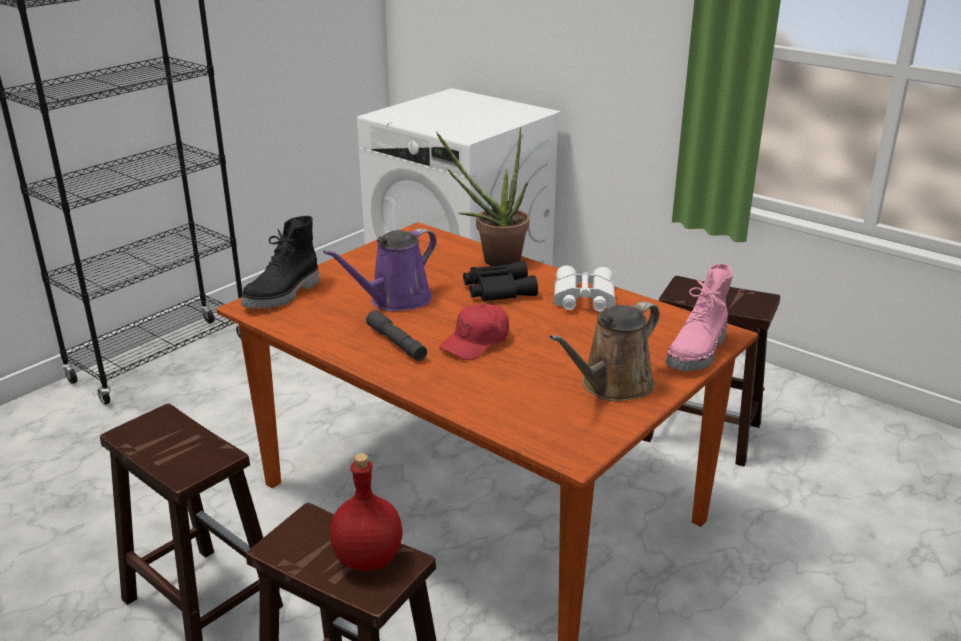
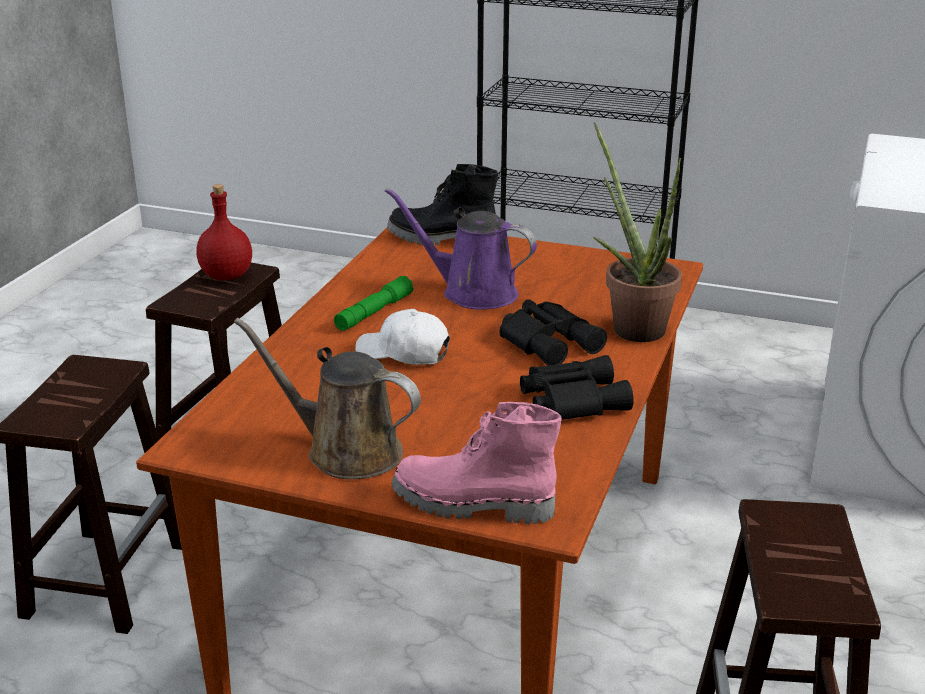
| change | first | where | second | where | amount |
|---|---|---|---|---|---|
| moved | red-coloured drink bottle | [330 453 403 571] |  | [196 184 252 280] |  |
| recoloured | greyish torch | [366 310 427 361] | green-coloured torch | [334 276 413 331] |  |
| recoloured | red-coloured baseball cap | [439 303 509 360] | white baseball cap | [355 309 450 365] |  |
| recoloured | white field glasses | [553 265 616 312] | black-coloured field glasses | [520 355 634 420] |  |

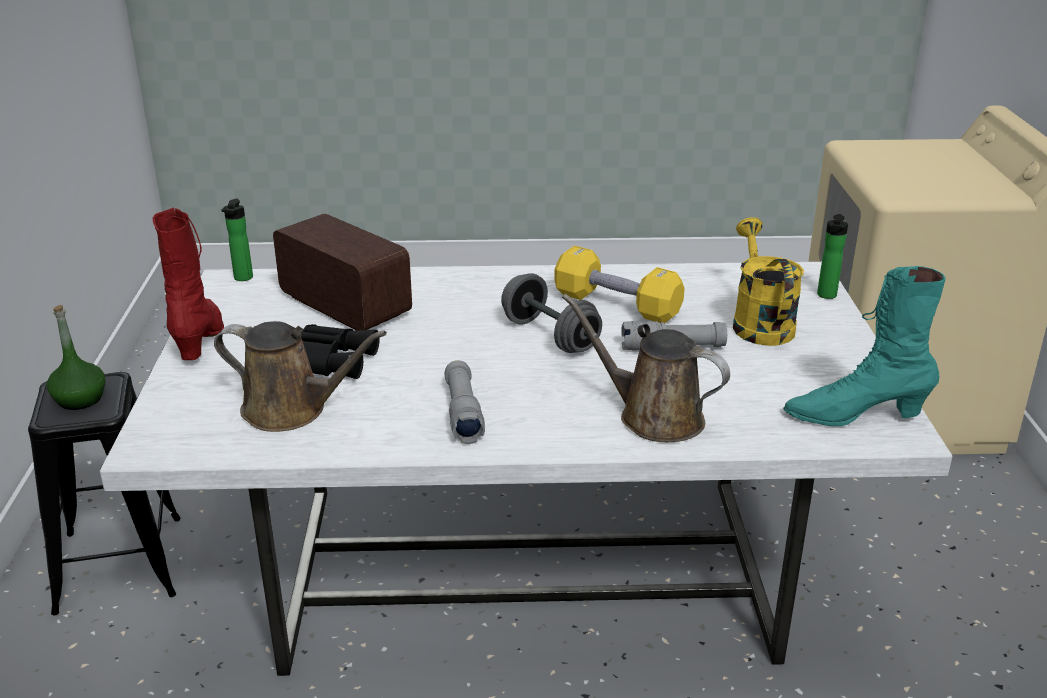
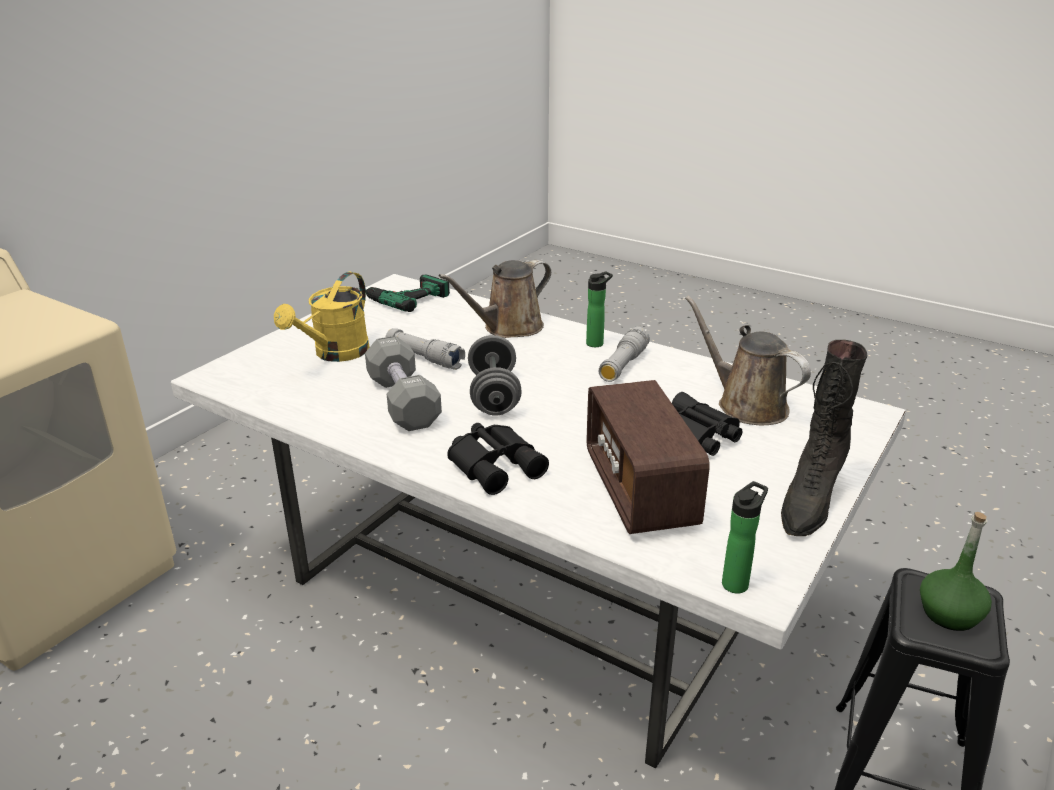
| change | first | where | second | where | amount |
|---|---|---|---|---|---|
| recoloured | red-coloured tall boot | [152 207 224 360] | black-coloured tall boot | [781 340 867 536] |  |
| recoloured | yellow-coloured free weight | [554 246 685 324] | greyish free weight | [365 336 442 431] |  |
| turned | brown watering can | [562 294 730 442] |  | [438 260 551 338] | 75 degrees clockwise |
| replaced | turquoise tall boot | [783 266 946 426] | drill | [357 274 450 312] |  |
| moved | drink bottle | [817 214 848 299] |  | [586 271 613 347] |  |
| added |  |  | black-coloured field glasses | [447 423 549 495] |  |

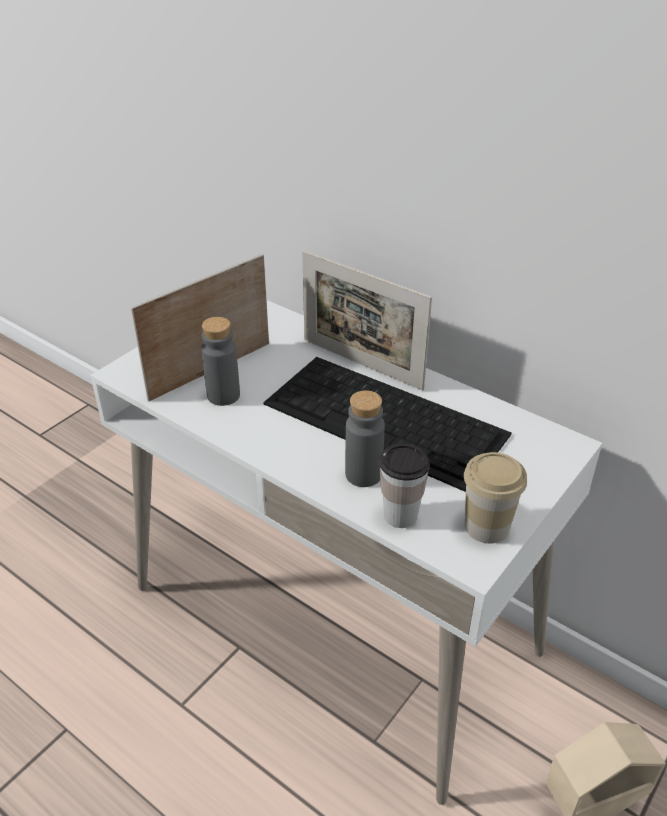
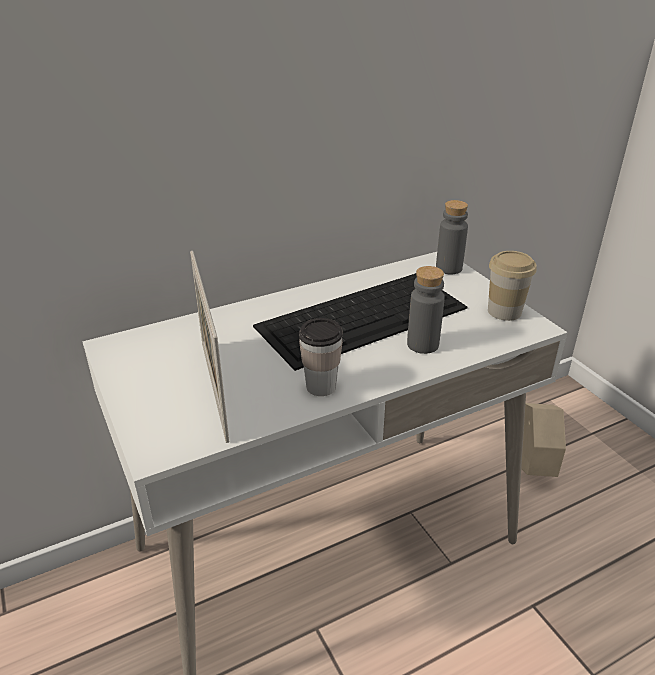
| change | first | where | second | where | amount |
|---|---|---|---|---|---|
| moved | greyish drink bottle | [201 317 240 406] |  | [436 200 468 275] |  |
| removed | standing frame | [302 250 432 391] |  |  |  |
| moved | drinking cup | [379 443 430 528] |  | [299 318 343 396] |  |

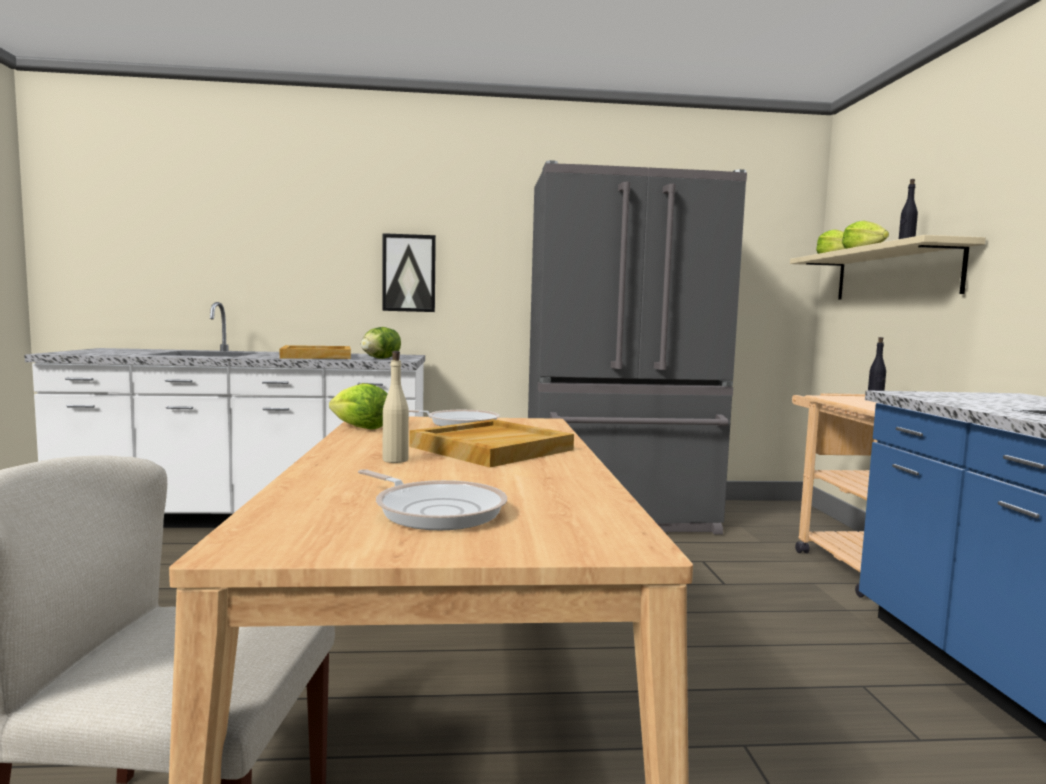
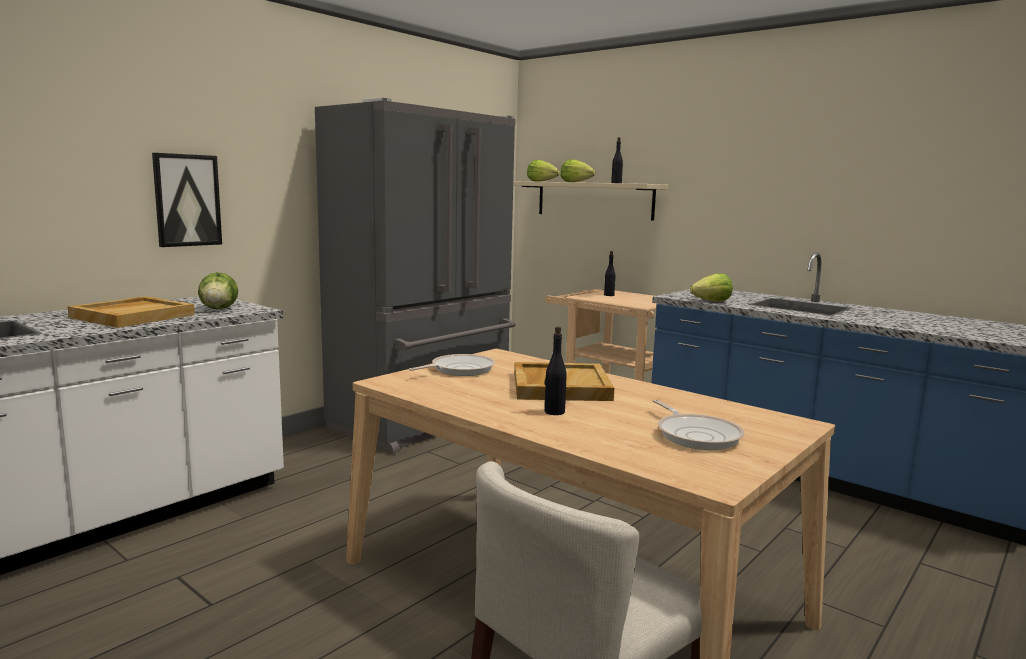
| change | first | where | second | where | amount |
|---|---|---|---|---|---|
| moved | head of lettuce | [329 383 388 430] |  | [690 273 733 301] |  |
| turned | frying pan | [358 469 507 530] |  | [653 400 745 450] | 75 degrees clockwise |
| recoloured | sand-coloured drink bottle | [383 351 409 463] | black-coloured drink bottle | [545 327 567 415] |  |

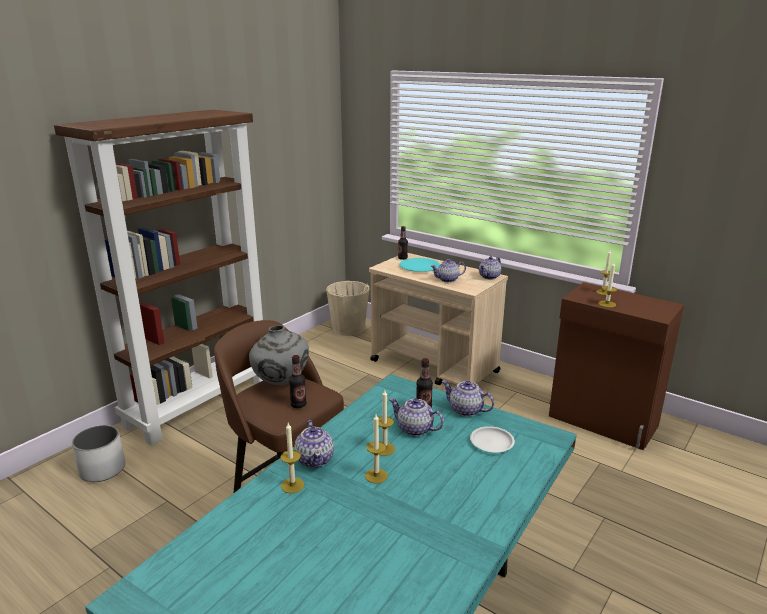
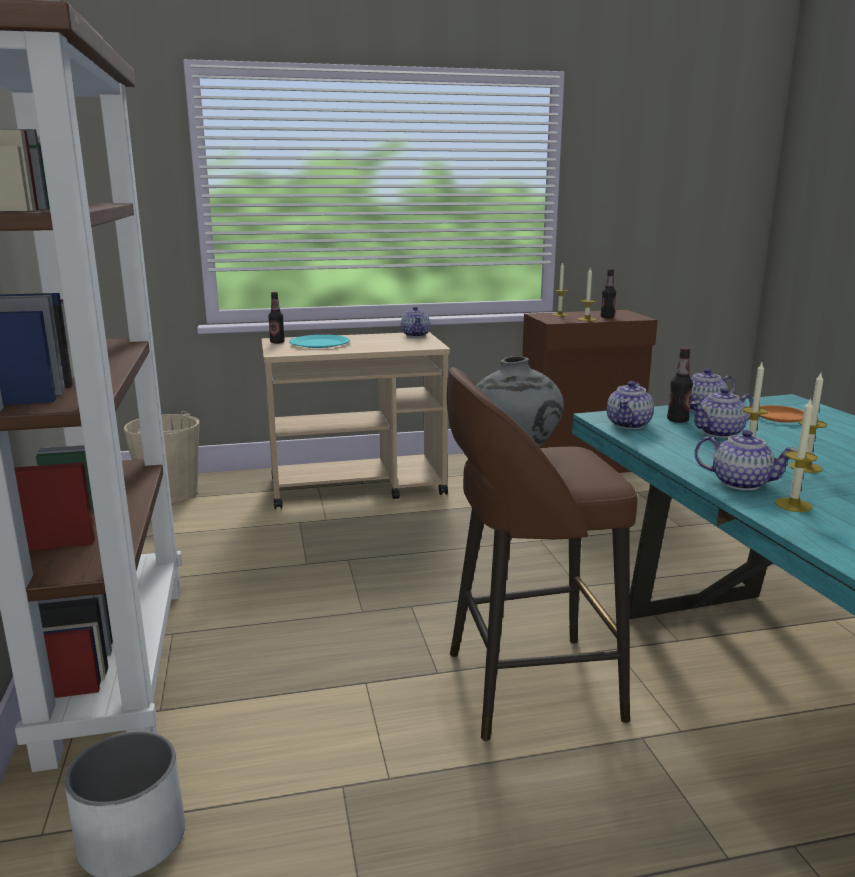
| change | first | where | second | where | amount |
|---|---|---|---|---|---|
| moved | drink bottle | [289 355 306 408] |  | [601 269 616 318] |  |
| moved | tea pot | [431 259 466 282] |  | [607 381 654 429] |  |
| recoloured | white dinner plate | [470 426 515 452] | orange-coloured dinner plate | [759 405 804 423] |  |

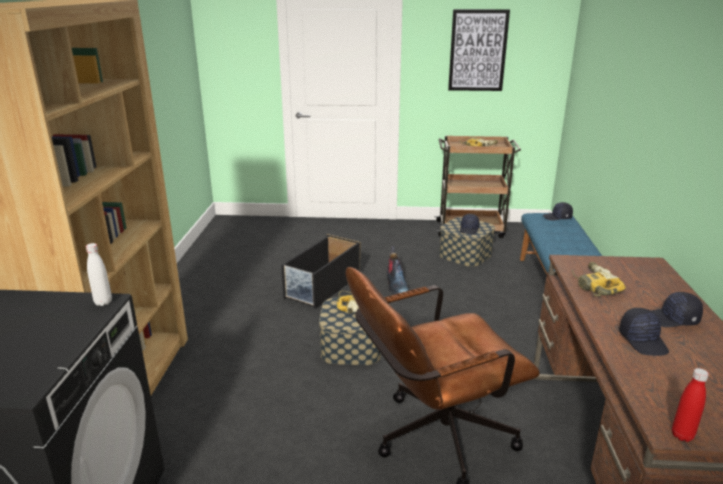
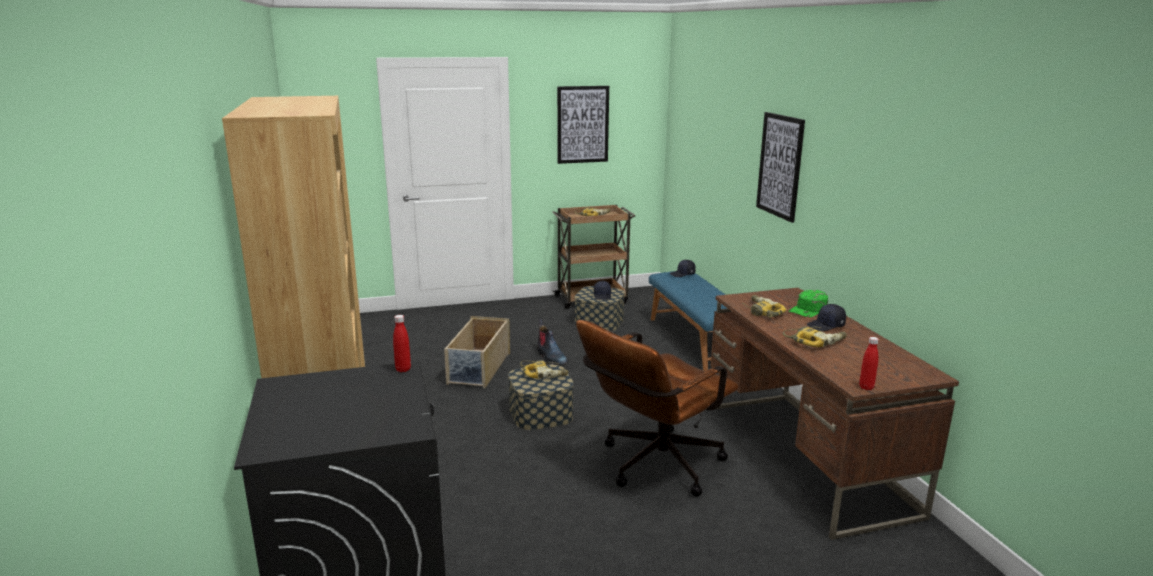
| change | first | where | second | where | amount |
|---|---|---|---|---|---|
| recoloured | white drink bottle | [86 243 112 306] | red-coloured drink bottle | [393 315 411 372] |  |
| recoloured | black-coloured storage box | [281 234 361 309] | sand-coloured storage box | [444 316 510 388] |  |
| replaced | black-coloured baseball cap | [619 308 669 356] | drill | [783 326 847 347] |  |
| added |  |  | wall art | [756 112 805 223] |  |
| added |  |  | green-coloured baseball cap | [789 290 828 317] |  |

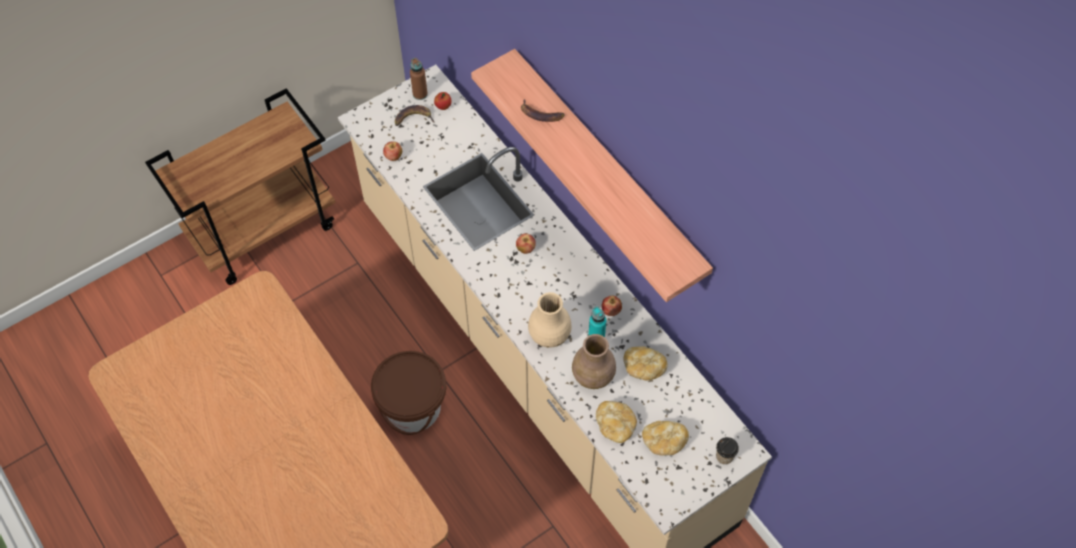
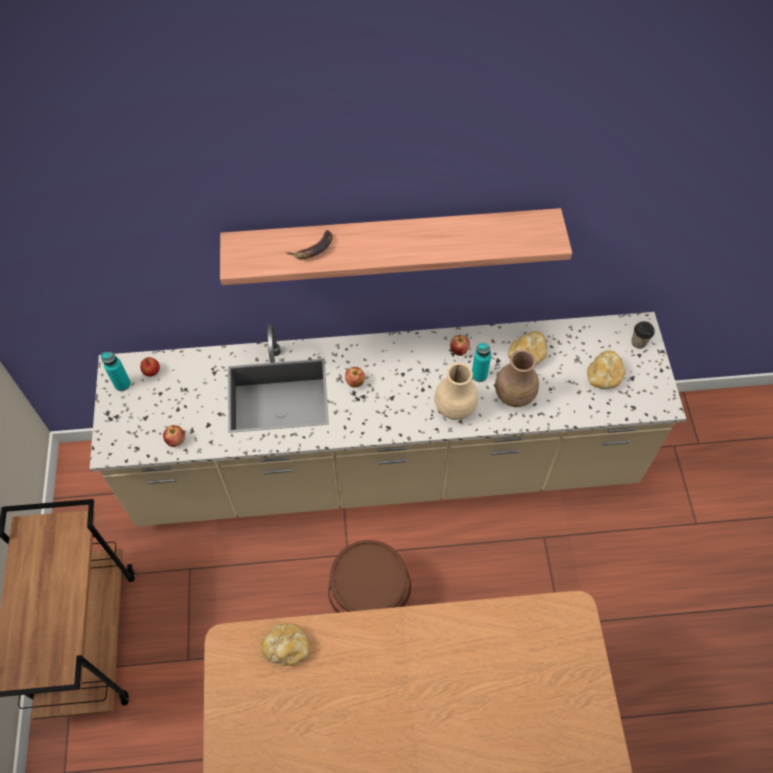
| change | first | where | second | where | amount |
|---|---|---|---|---|---|
| removed | whole banana | [395 105 435 126] |  |  |  |
| recoloured | brown drink bottle | [410 58 428 100] | turquoise drink bottle | [101 352 131 391] |  |
| moved | bakery bread | [596 401 637 443] |  | [260 623 310 666] |  |

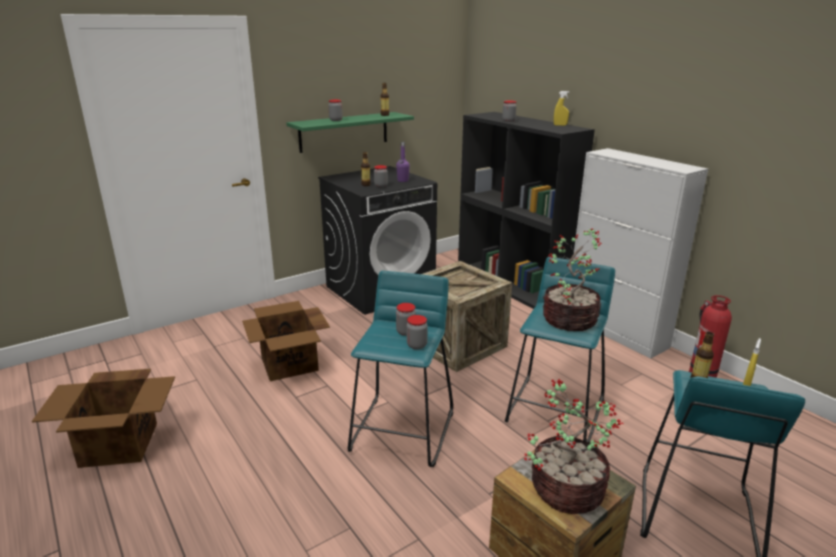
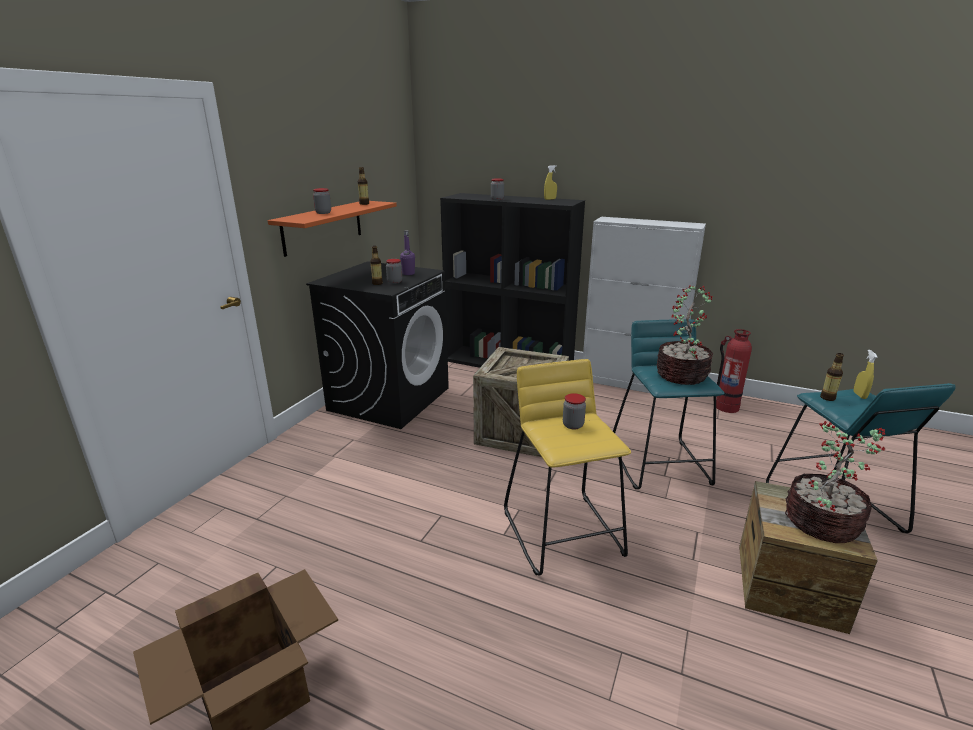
| change | first | where | second | where | amount |
|---|---|---|---|---|---|
| removed | carton | [242 301 330 381] |  |  |  |
| recoloured | green-coloured shelf | [286 112 414 153] | orange-coloured shelf | [268 201 397 257] |  |
| recoloured | turquoise stool | [348 271 453 467] | yellow-coloured stool | [504 359 631 576] |  |
| removed | jar | [407 315 428 349] |  |  |  |

